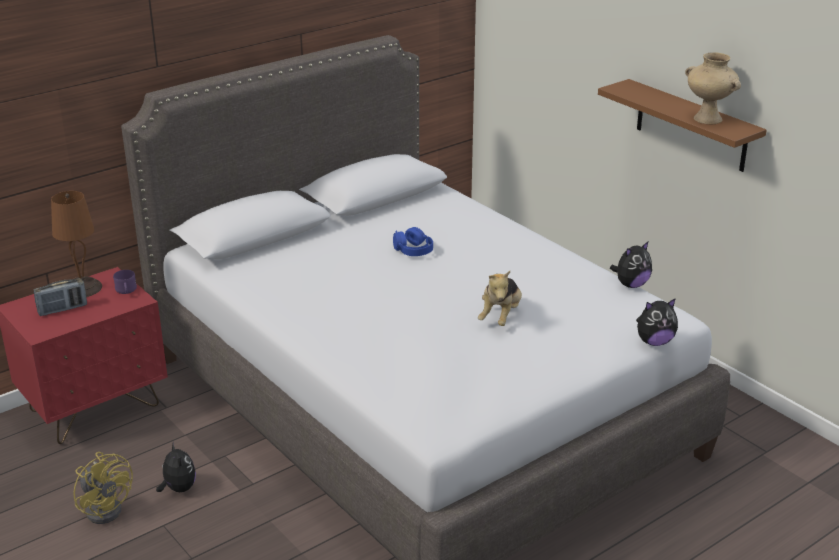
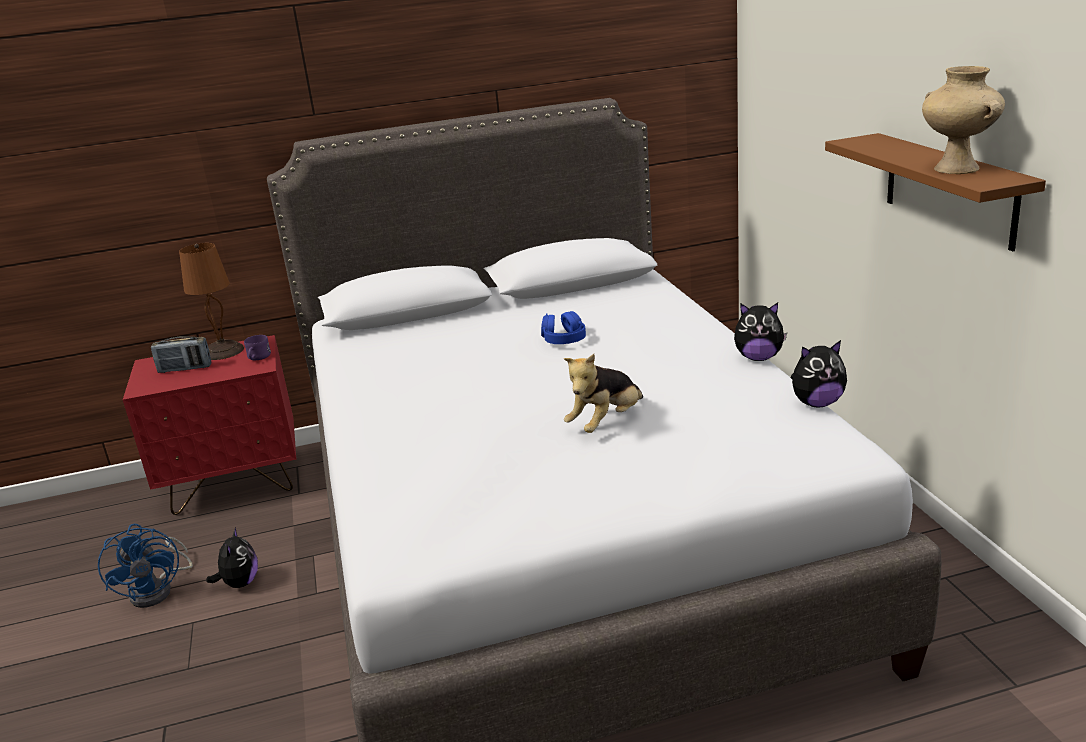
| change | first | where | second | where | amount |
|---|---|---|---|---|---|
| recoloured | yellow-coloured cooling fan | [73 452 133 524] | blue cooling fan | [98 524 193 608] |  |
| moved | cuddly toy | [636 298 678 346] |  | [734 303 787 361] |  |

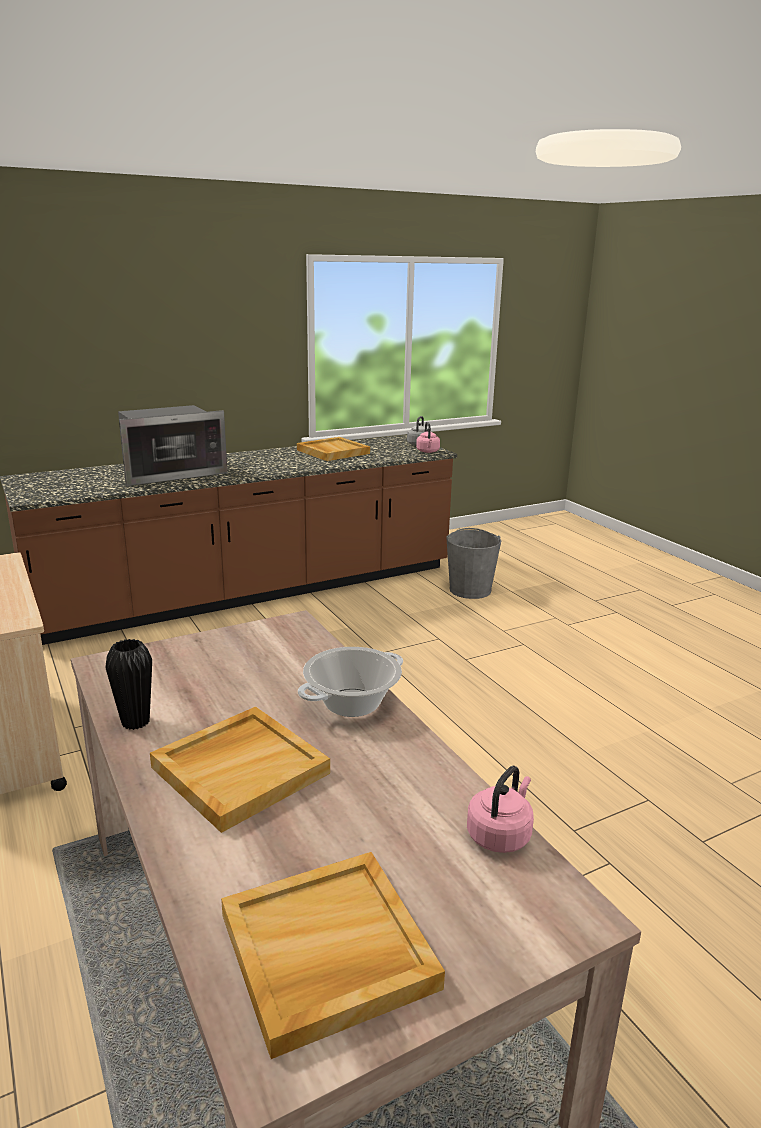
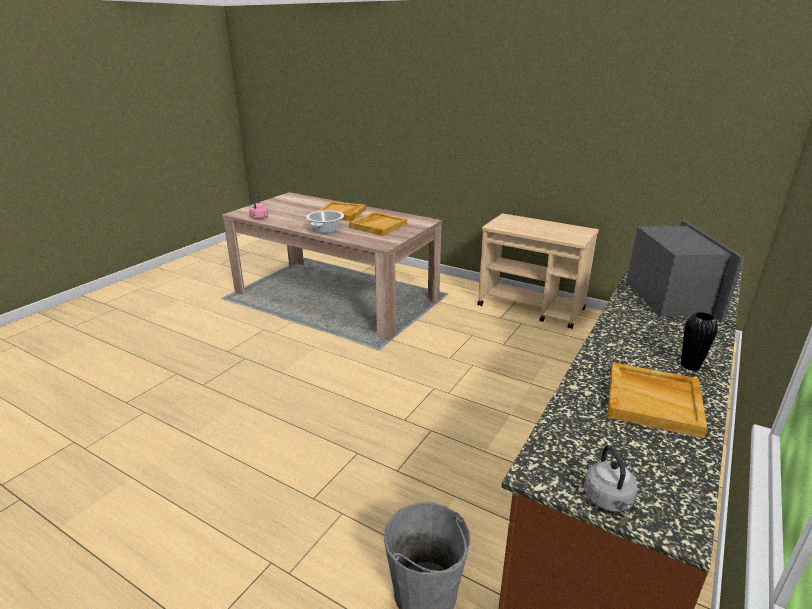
| change | first | where | second | where | amount |
|---|---|---|---|---|---|
| moved | black-coloured vase | [105 639 152 730] |  | [681 312 718 371] |  |
| turned | microwave | [118 405 227 486] |  | [626 220 744 322] | 150 degrees clockwise |
| moved | sand-coloured carrying tray | [221 852 445 1059] |  | [349 212 407 236] |  |
| removed | pink-coloured water kettle | [416 422 440 453] |  |  |  |

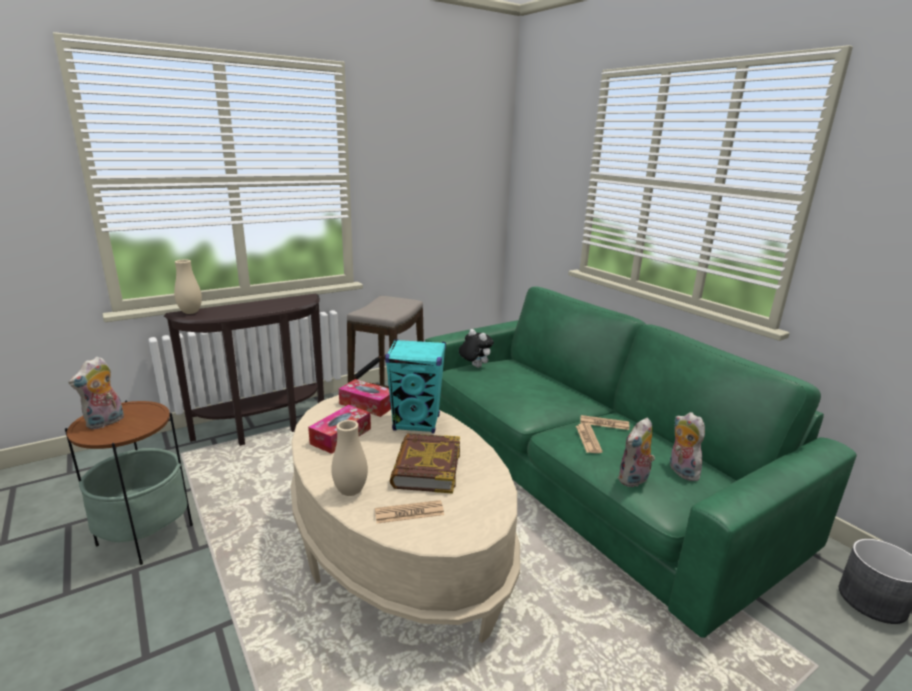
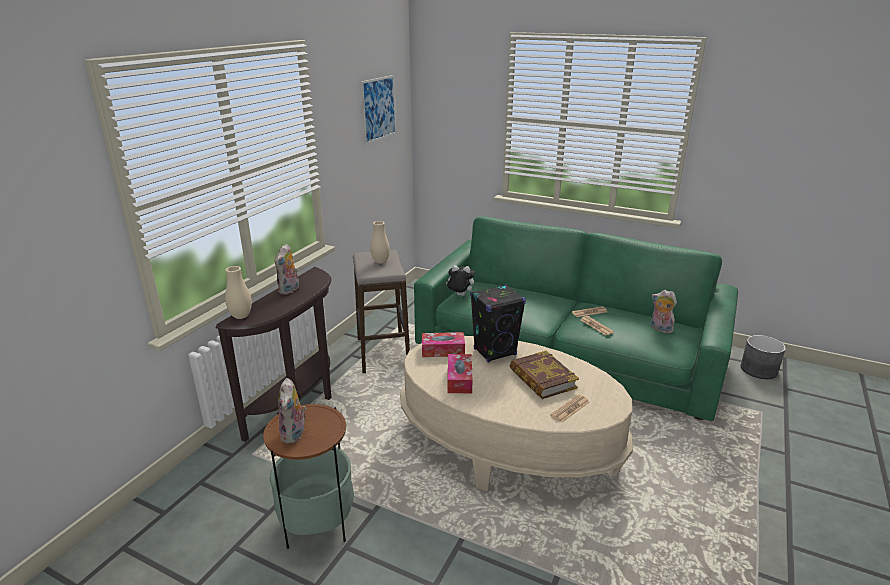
| change | first | where | second | where | amount |
|---|---|---|---|---|---|
| moved | sand-coloured vase | [331 420 368 496] |  | [370 221 390 264] |  |
| recoloured | turquoise audio speaker | [385 339 446 433] | black-coloured audio speaker | [470 284 526 363] |  |
| moved | cuddly toy | [618 418 655 487] |  | [275 243 299 295] |  |
| added |  |  | wall art | [361 75 396 144] |  |

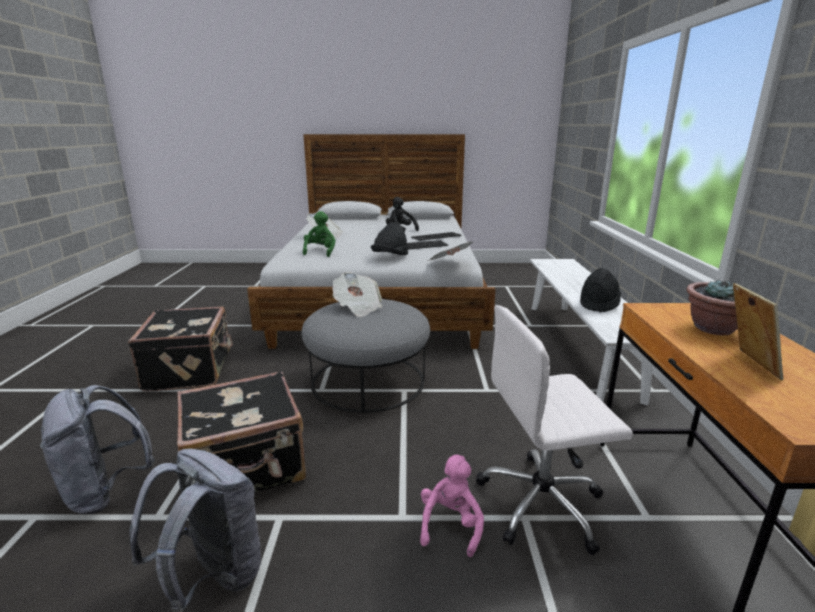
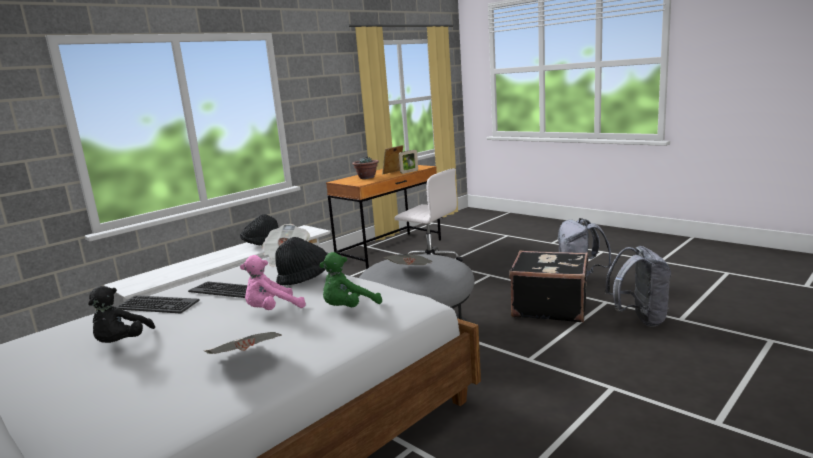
| change | first | where | second | where | amount |
|---|---|---|---|---|---|
| removed | black-coloured suitcase | [128 307 233 391] |  |  |  |
| moved | pink-coloured cuddly toy | [420 455 484 557] |  | [240 255 306 310] |  |
| added |  |  | standing frame | [399 150 418 174] |  |

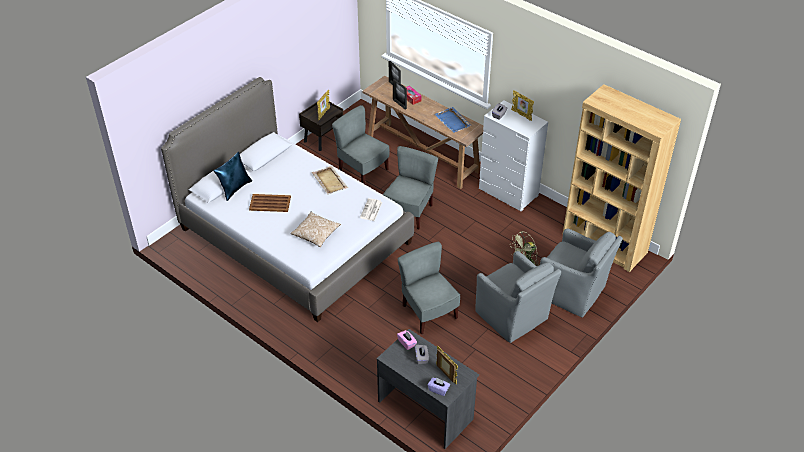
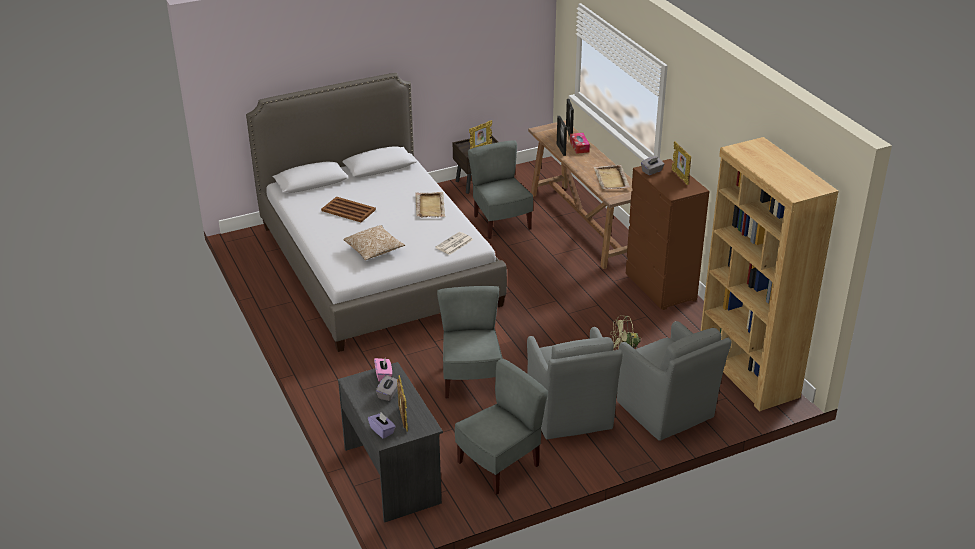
| change | first | where | second | where | amount |
|---|---|---|---|---|---|
| removed | blue cushion | [213 152 252 201] |  |  |  |
| moved | greyish upright chair | [383 146 438 230] |  | [455 359 548 495] |  |
| recoloured | blue carrying tray | [434 107 472 133] | sand-coloured carrying tray | [593 165 630 189] |  |
| recoloured | white chest of drawers | [479 100 548 211] | brown chest of drawers | [626 159 709 310] |  |

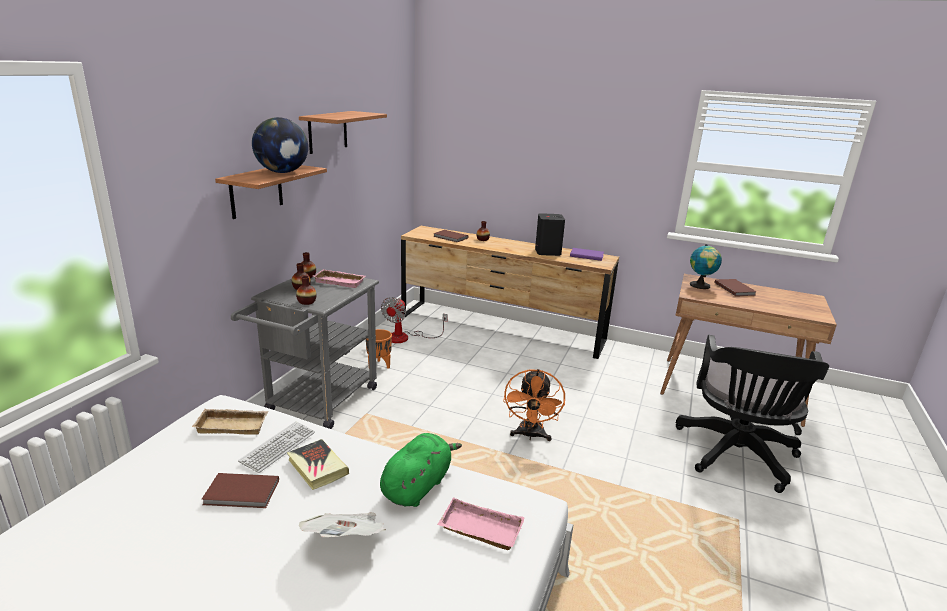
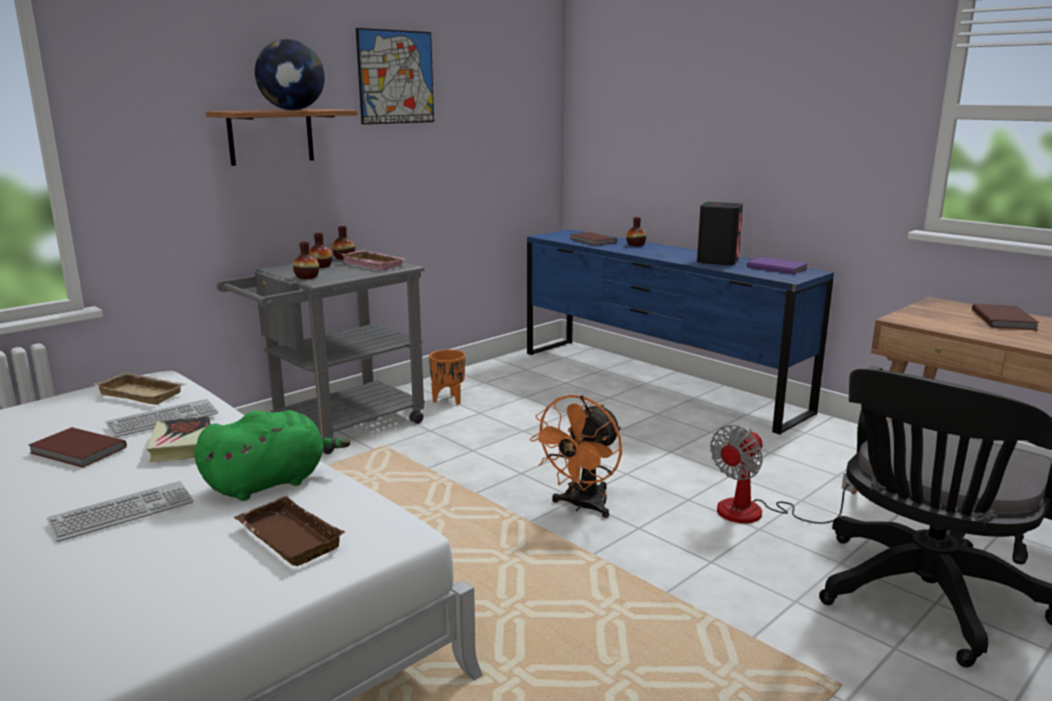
| change | first | where | second | where | amount |
|---|---|---|---|---|---|
| replaced | shelf | [299 111 387 154] | wall art | [356 28 434 124] |  |
| replaced | newspaper | [299 512 386 537] | computer keyboard | [47 481 193 542] |  |
| moved | cooling fan | [381 297 448 343] |  | [710 425 854 524] |  |
| recoloured | brown chest of drawers | [401 226 619 359] | blue chest of drawers | [527 230 834 435] |  |
| recoloured | pink-coloured carrying tray | [437 497 525 550] | brown carrying tray | [234 496 345 566] |  |
| removed | desk globe | [690 244 722 289] |  |  |  |

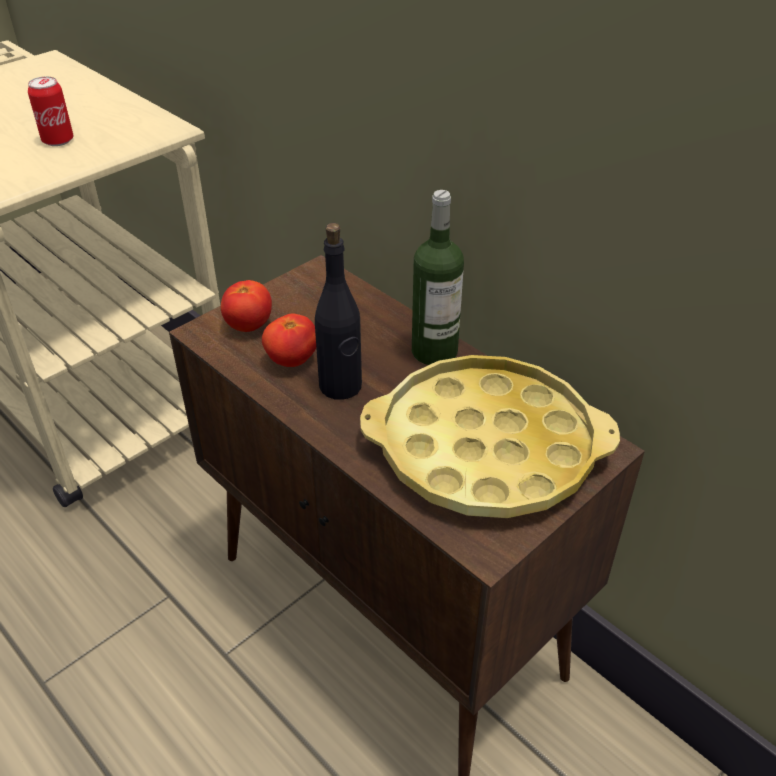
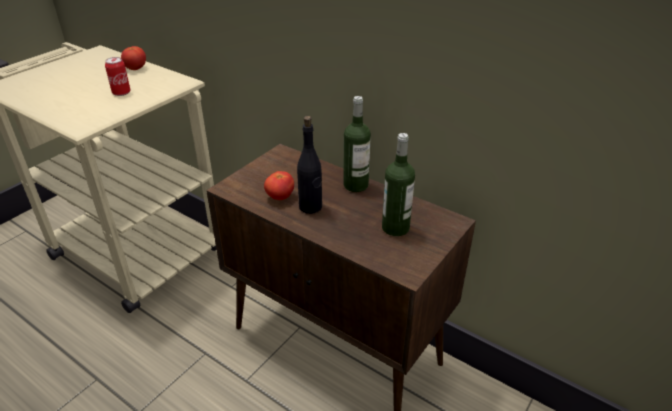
| change | first | where | second | where | amount |
|---|---|---|---|---|---|
| moved | tomato | [221 280 272 332] |  | [121 46 146 70] |  |
| replaced | yellow-coloured carrying tray | [360 355 620 518] | drink bottle | [382 133 415 236] |  |

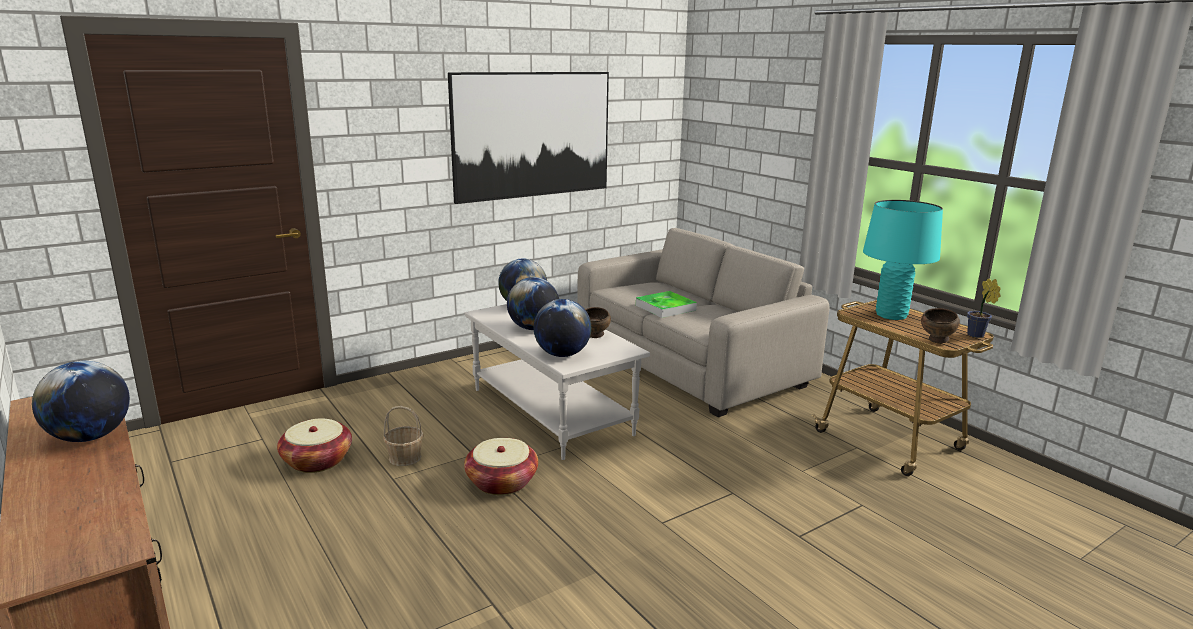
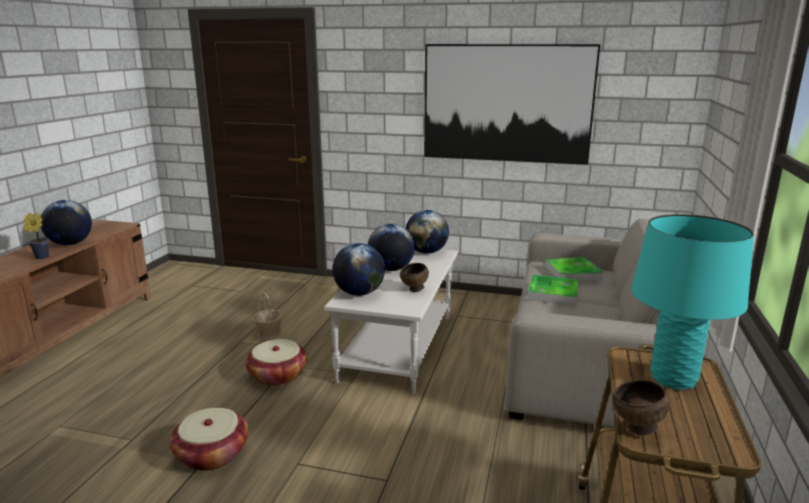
| change | first | where | second | where | amount |
|---|---|---|---|---|---|
| moved | household basket | [277 418 352 473] |  | [170 408 248 471] |  |
| moved | houseplant | [967 278 1001 338] |  | [24 213 49 259] |  |
| added |  |  | carrying tray | [545 257 604 281] |  |

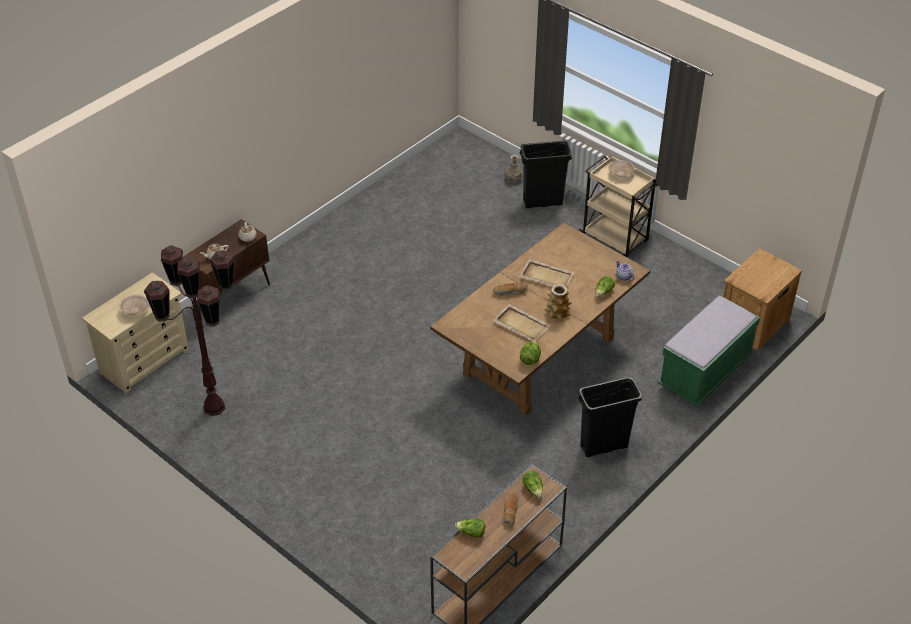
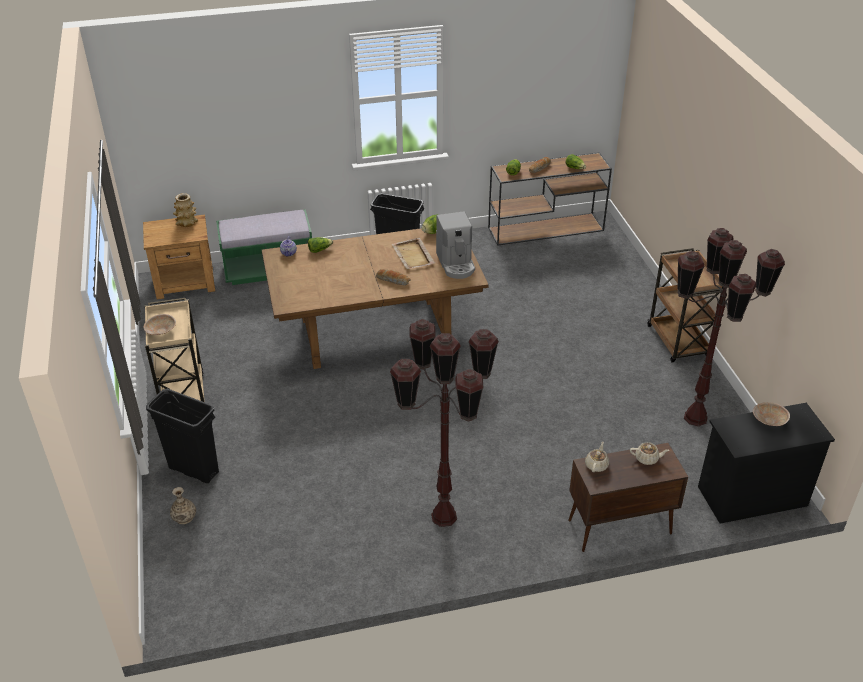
| change | first | where | second | where | amount |
|---|---|---|---|---|---|
| recoloured | sand-coloured chest of drawers | [82 272 189 393] | black-coloured chest of drawers | [698 403 835 524] |  |
| removed | sand-coloured carrying tray | [519 259 575 287] |  |  |  |
| moved | vase | [545 284 571 320] |  | [173 193 198 227] |  |
| added |  |  | brown floor lamp | [390 319 499 527] |  |
| added |  |  | coffee brewer | [436 211 475 279] |  |
| added |  |  | brown trolley | [647 248 724 362] |  |

